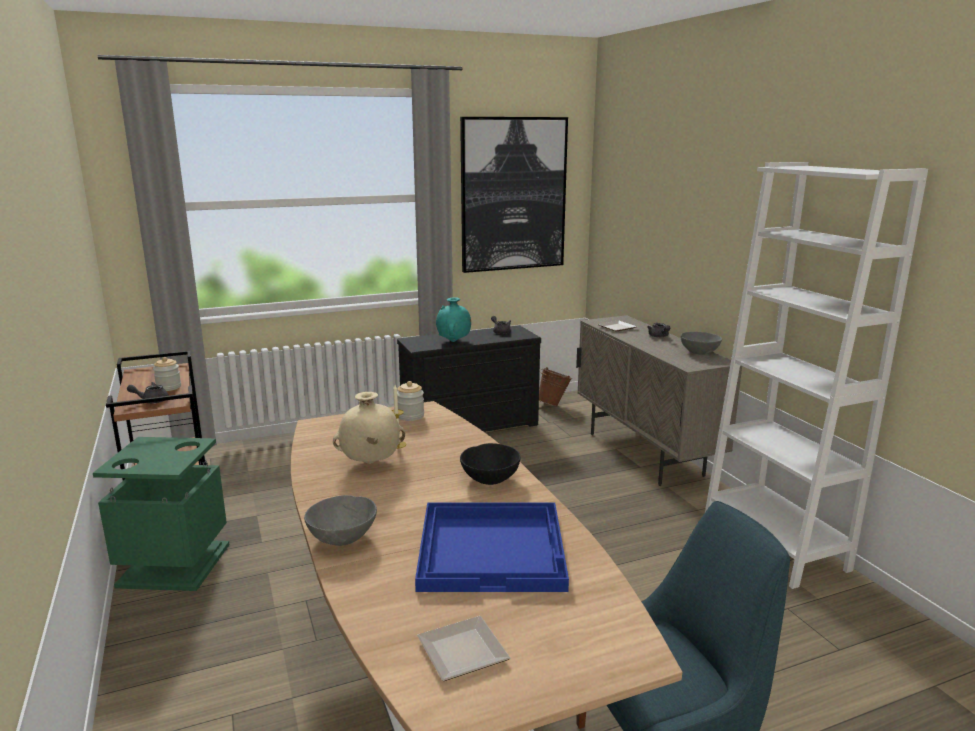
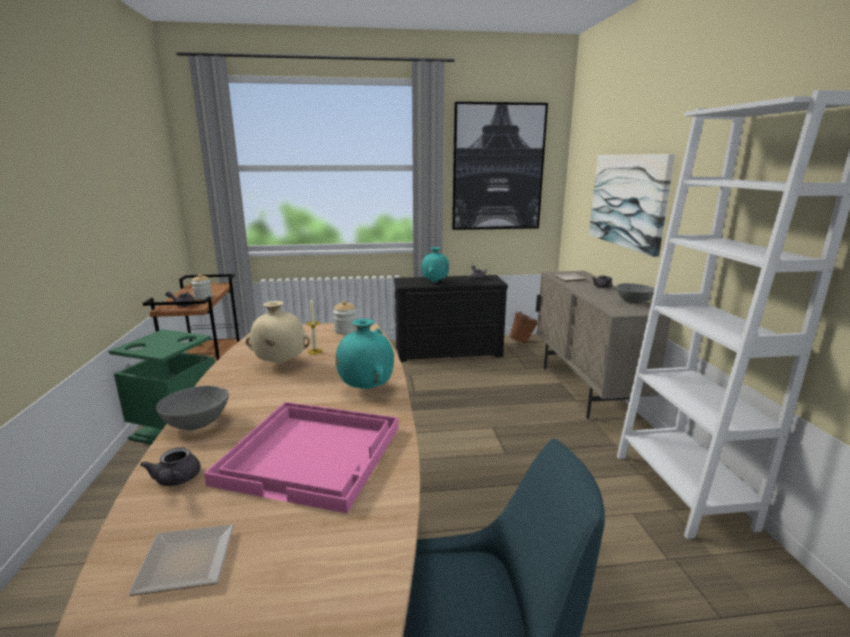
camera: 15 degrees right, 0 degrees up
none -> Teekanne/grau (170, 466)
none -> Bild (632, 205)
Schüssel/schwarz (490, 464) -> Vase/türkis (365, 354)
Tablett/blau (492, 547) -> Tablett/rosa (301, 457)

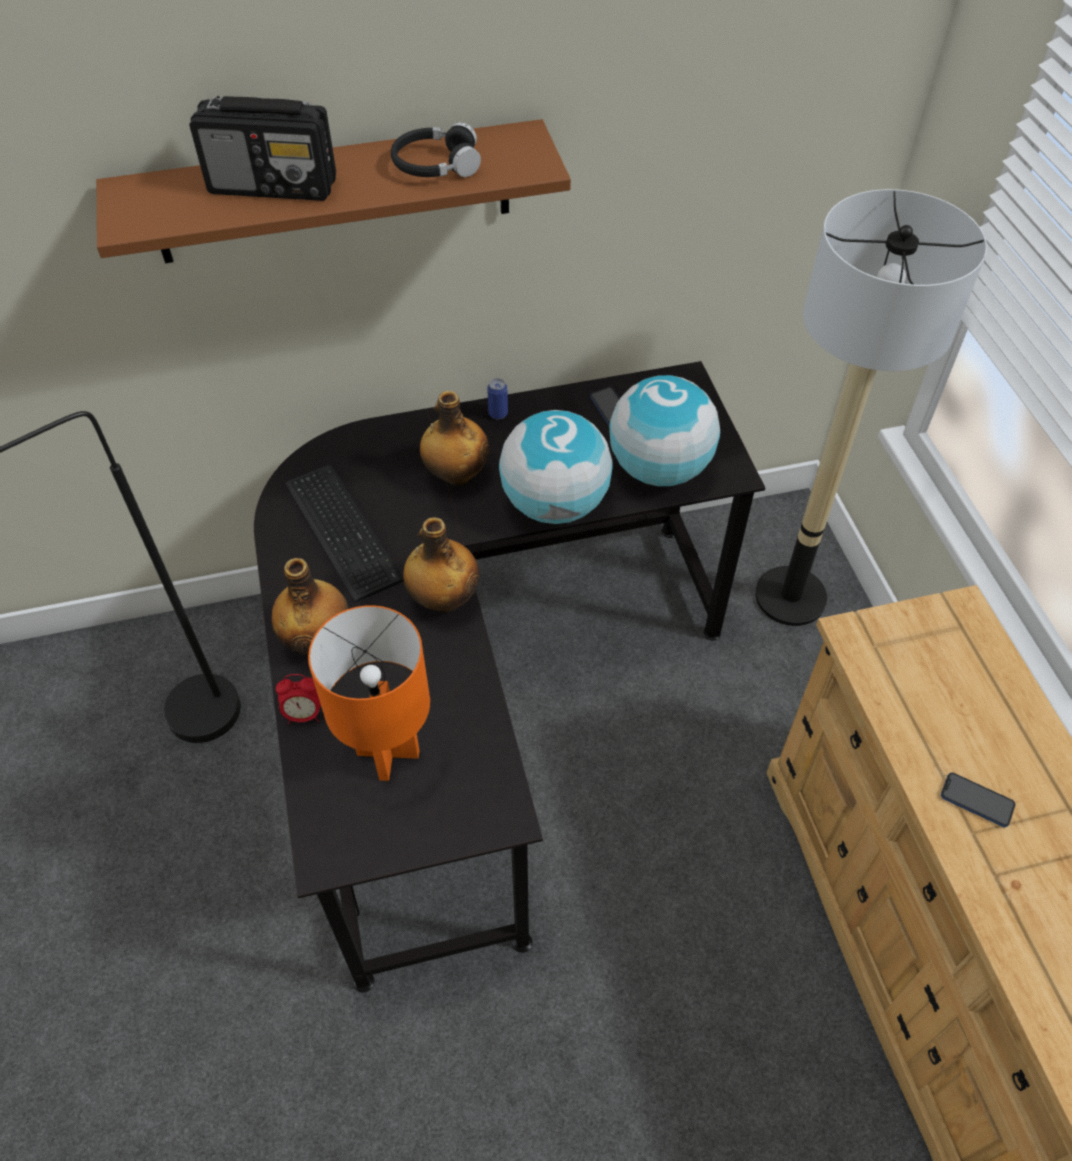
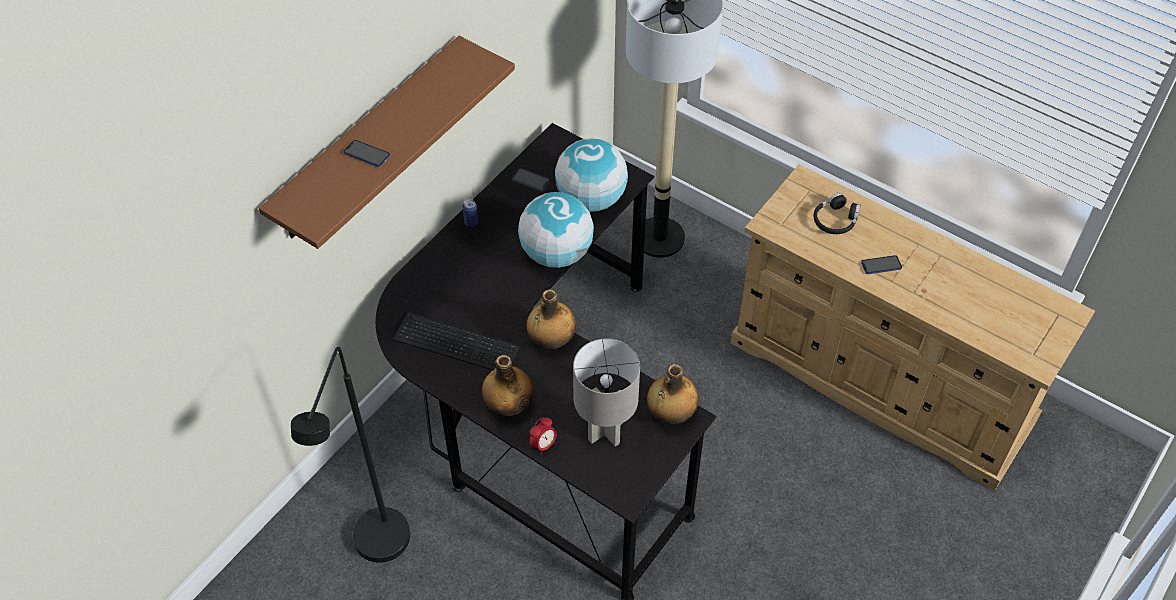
camera: 40 degrees left, 0 degrees up
Kopfhörer/schwarz (436, 149) -> Kopfhörer/schwarz (837, 213), moved
Flasche (455, 438) -> Flasche (673, 394), moved
Radio (263, 148) -> Handy (367, 153)
Tischlampe/orange (369, 693) -> Tischlampe/grau (606, 392)

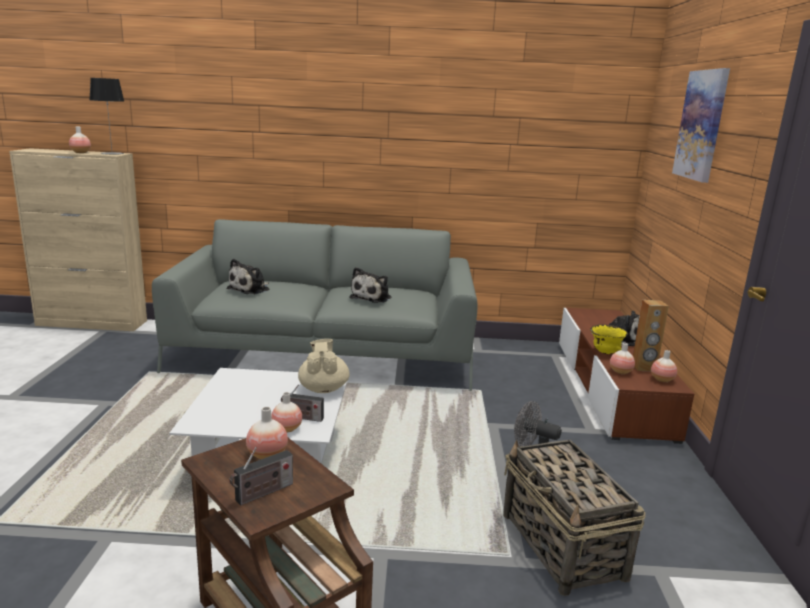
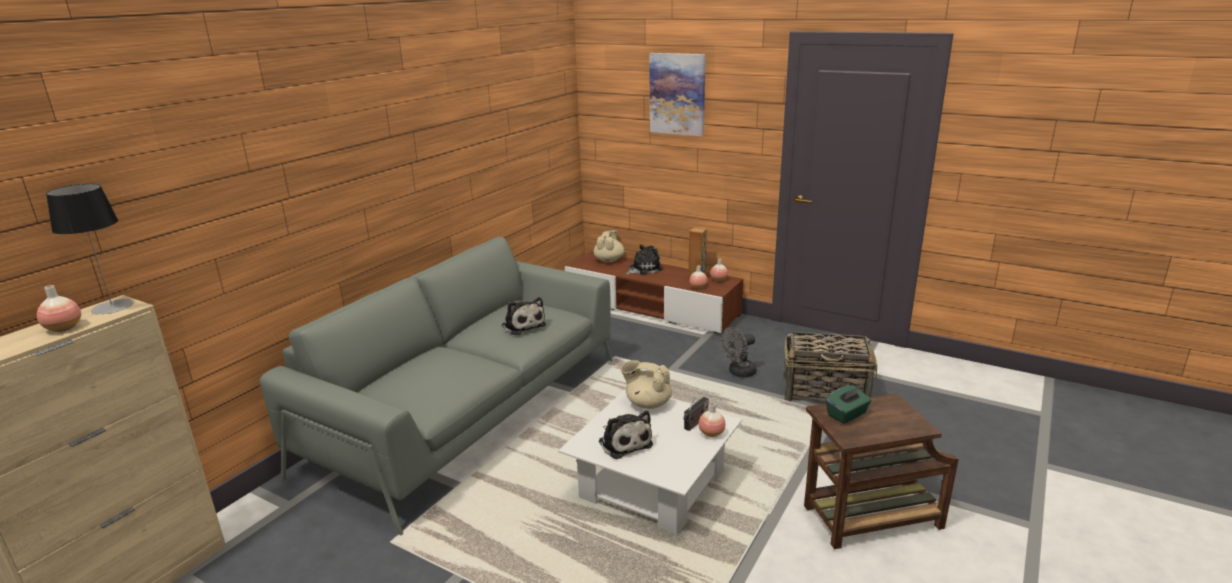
camera: 60 degrees left, 5 degrees up
Radio (261, 476) -> none
Schüssel/gelb (609, 339) -> none
none -> Teekanne/beige (609, 246)
Plüschtier (248, 276) -> Plüschtier (626, 435), moved
Vase (267, 433) -> Taschentuchbox/grün (849, 404)

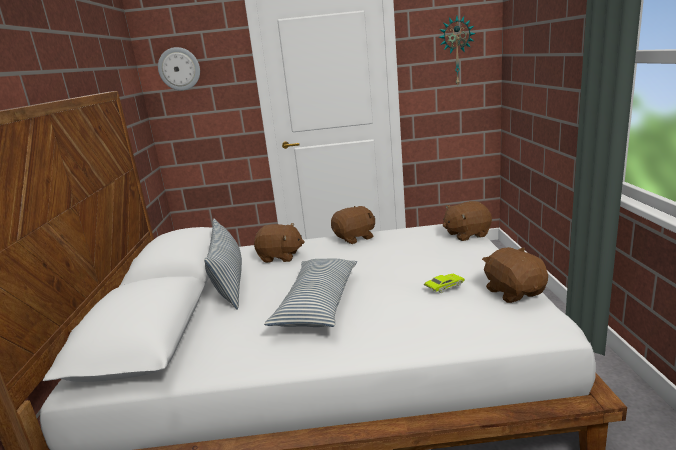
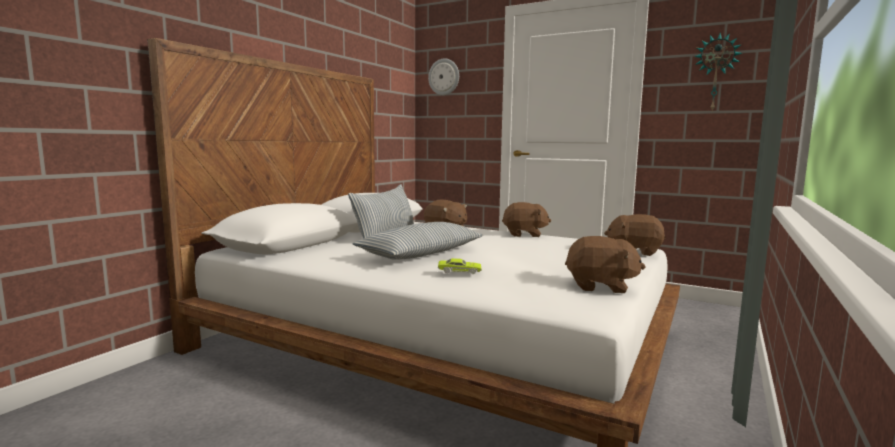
camera: 30 degrees right, 10 degrees down
Spielzeugauto/grün (444, 283) -> Spielzeugauto/grün (460, 266), moved
Plüschtier/braun (515, 275) -> Plüschtier/braun (605, 264), 90 degrees clockwise

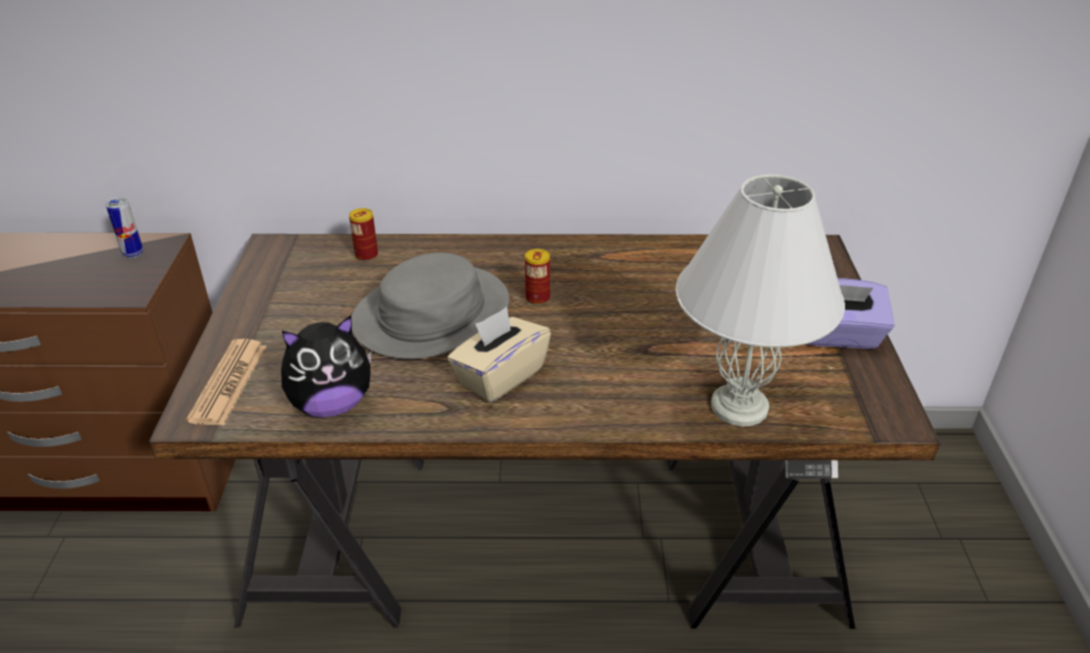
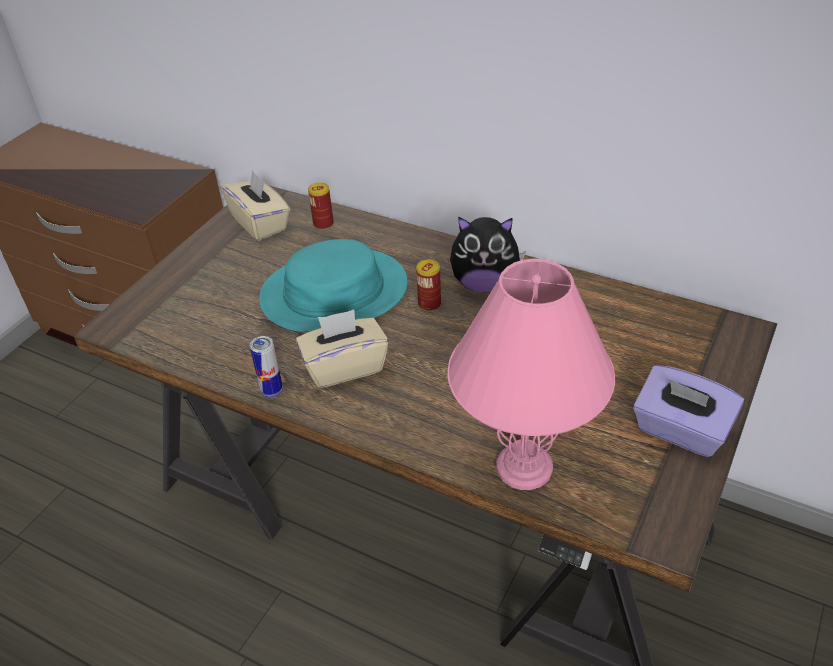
camera: 30 degrees right, 5 degrees up
Zeitung (226, 382) -> none
none -> Taschentuchbox/beige (255, 205)
Dose (124, 227) -> Dose (266, 367), moved
Plüschtier (326, 366) -> Plüschtier (488, 254), moved
Hut/grau (430, 305) -> Hut/türkis (333, 285)
Tischlampe/weiß (760, 300) -> Tischlampe/rosa (531, 374)

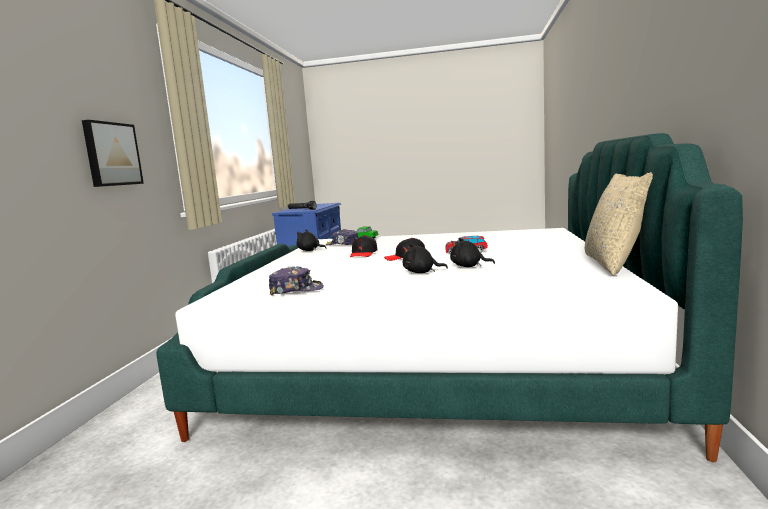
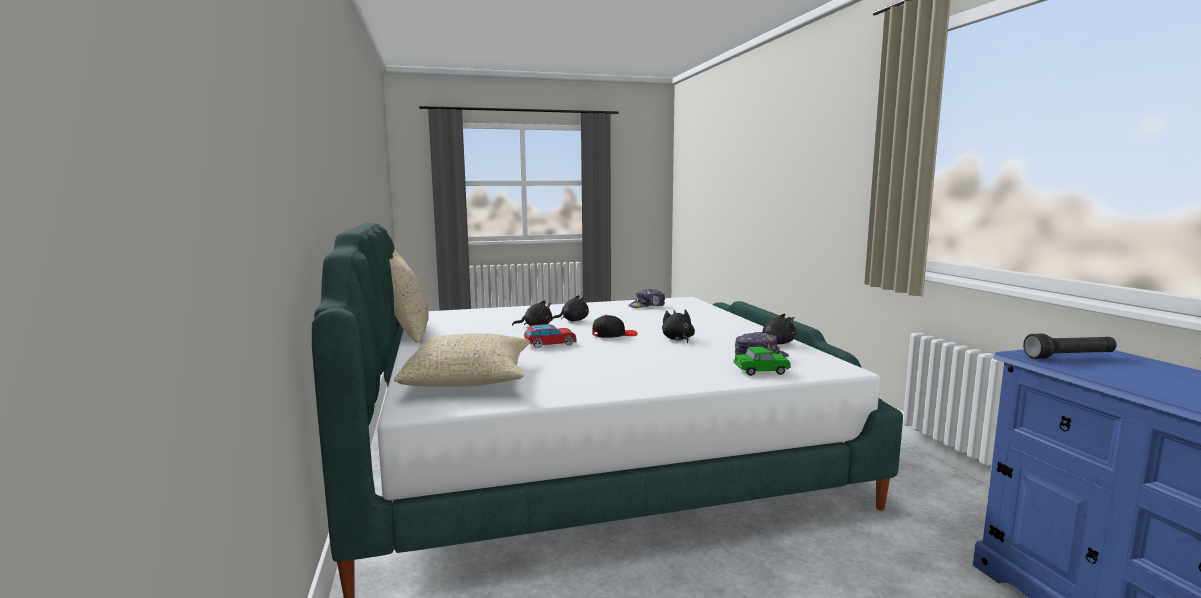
camera: 155 degrees right, 0 degrees up
Bild (113, 153) -> none
none -> Kissen/beige (462, 360)
Kappe/schwarz (363, 246) -> Plüschtier/schwarz (678, 326)

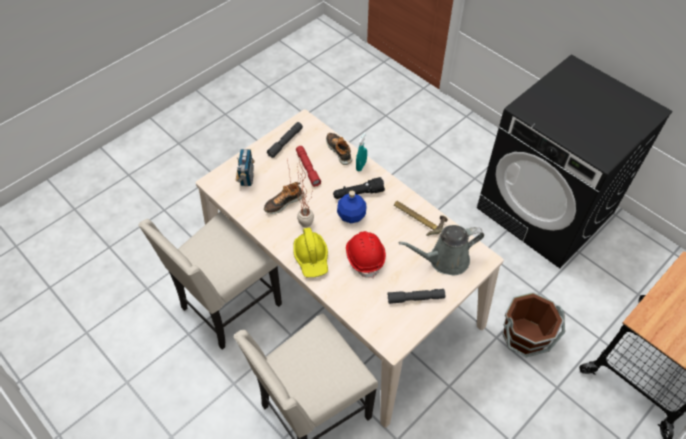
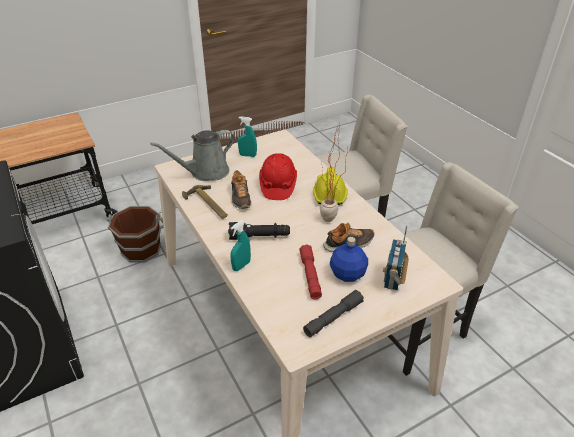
camera: 165 degrees left, 15 degrees down
Schuh (339, 149) -> Schuh (241, 189), moved
Flasche/blau (352, 207) -> Flasche/blau (349, 259), moved
Taschenlampe/grau (416, 296) -> Sprühflasche/türkis (247, 136)
Gießkanne/grau (441, 250) -> Gießkanne/grau (192, 155), 150 degrees clockwise

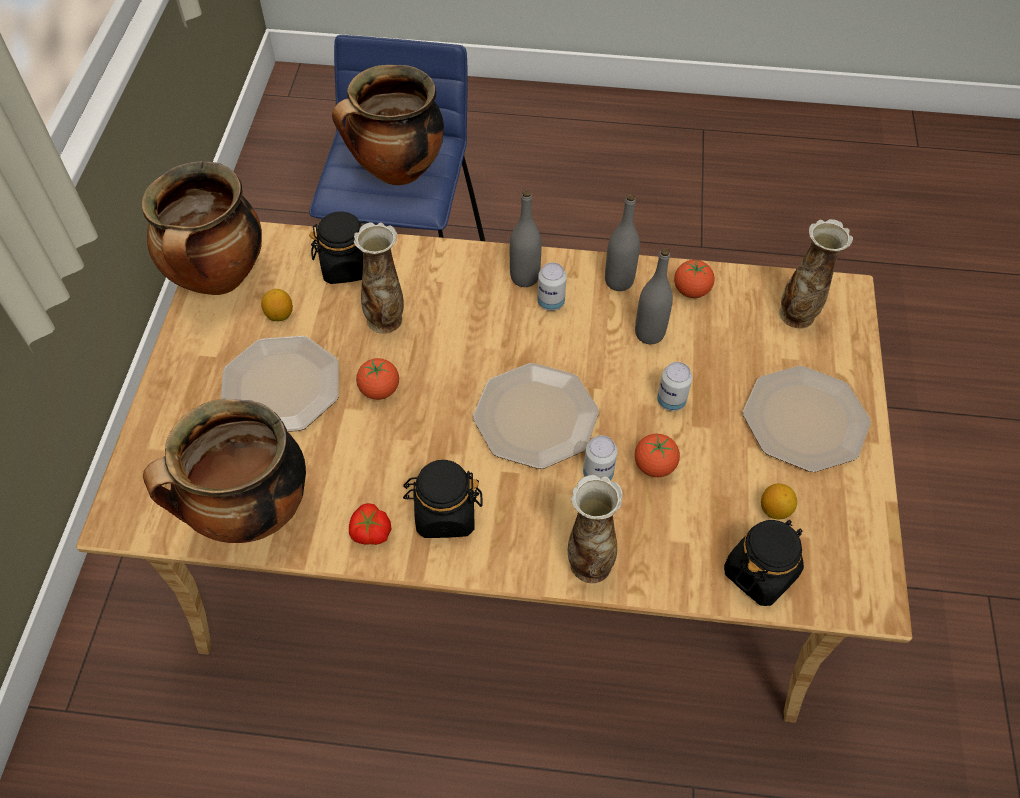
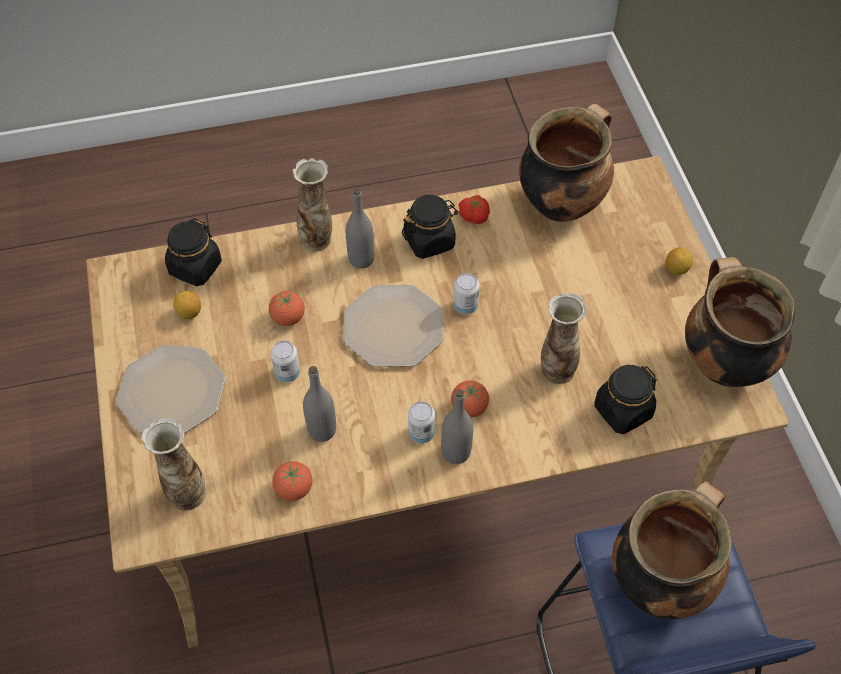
camera: 160 degrees right, 0 degrees up
Teller (280, 384) -> none
Zitrone (277, 305) -> Zitrone (679, 261), moved
Tomate (377, 379) -> Tomate (470, 398), moved
Dose (600, 458) -> Dose (466, 294), moved
Flasche/grau (622, 242) -> Flasche/grau (360, 228), moved

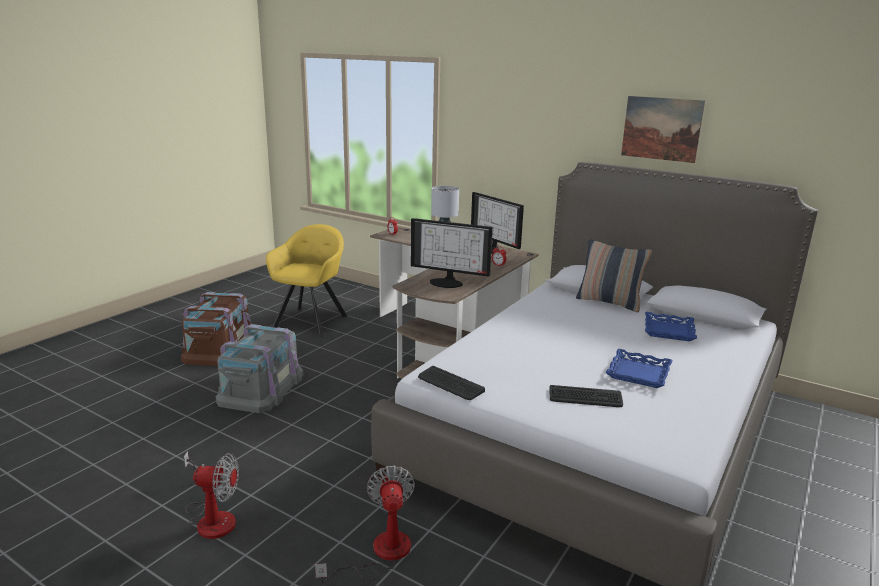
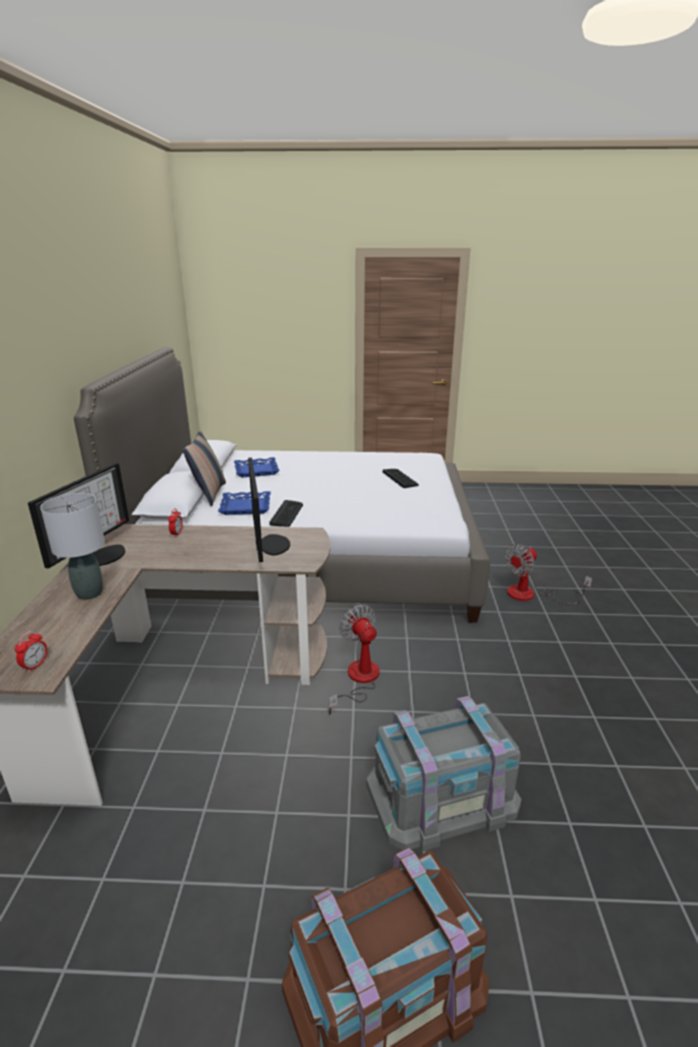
camera: 120 degrees left, 5 degrees up
Sessel/gelb (306, 280) -> none
Bild (663, 129) -> none
Ventilator (211, 495) -> Ventilator (353, 660), moved
Tastatur (451, 383) -> Tastatur (286, 513), moved
Tablett/blau (639, 368) -> Tablett/blau (244, 503), moved

